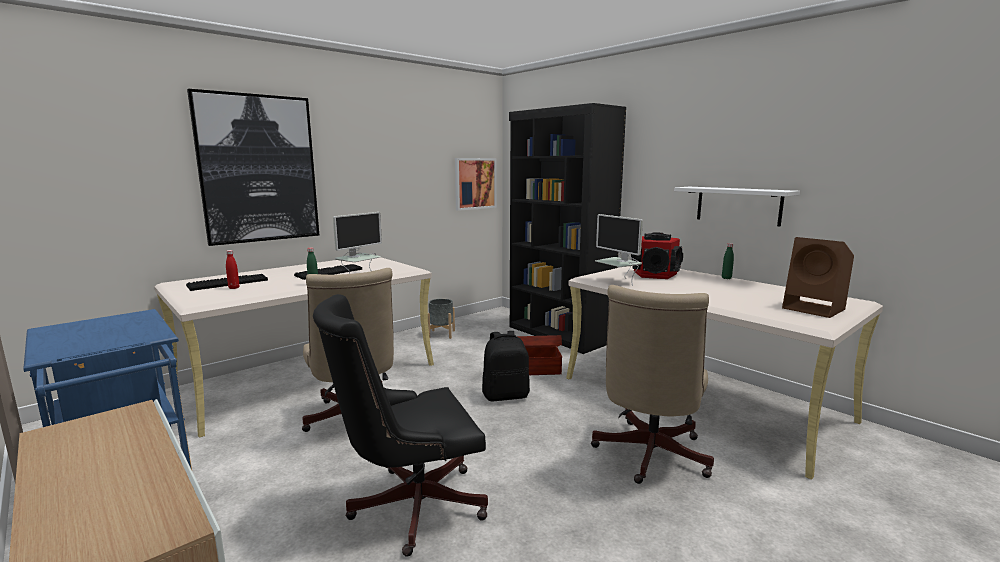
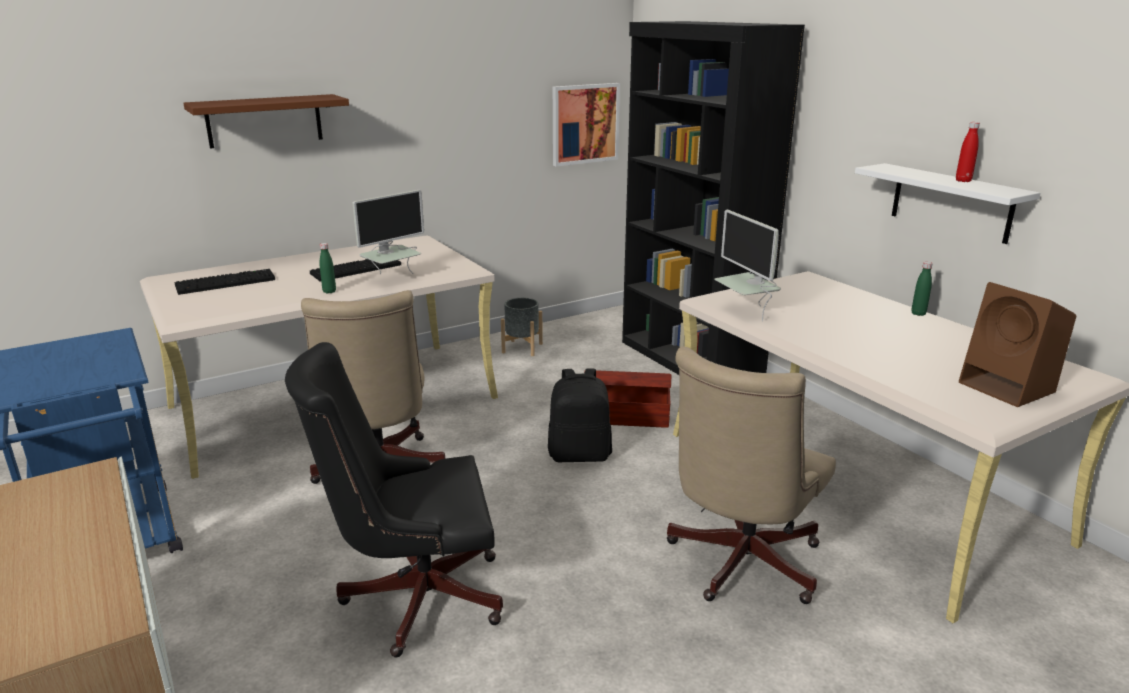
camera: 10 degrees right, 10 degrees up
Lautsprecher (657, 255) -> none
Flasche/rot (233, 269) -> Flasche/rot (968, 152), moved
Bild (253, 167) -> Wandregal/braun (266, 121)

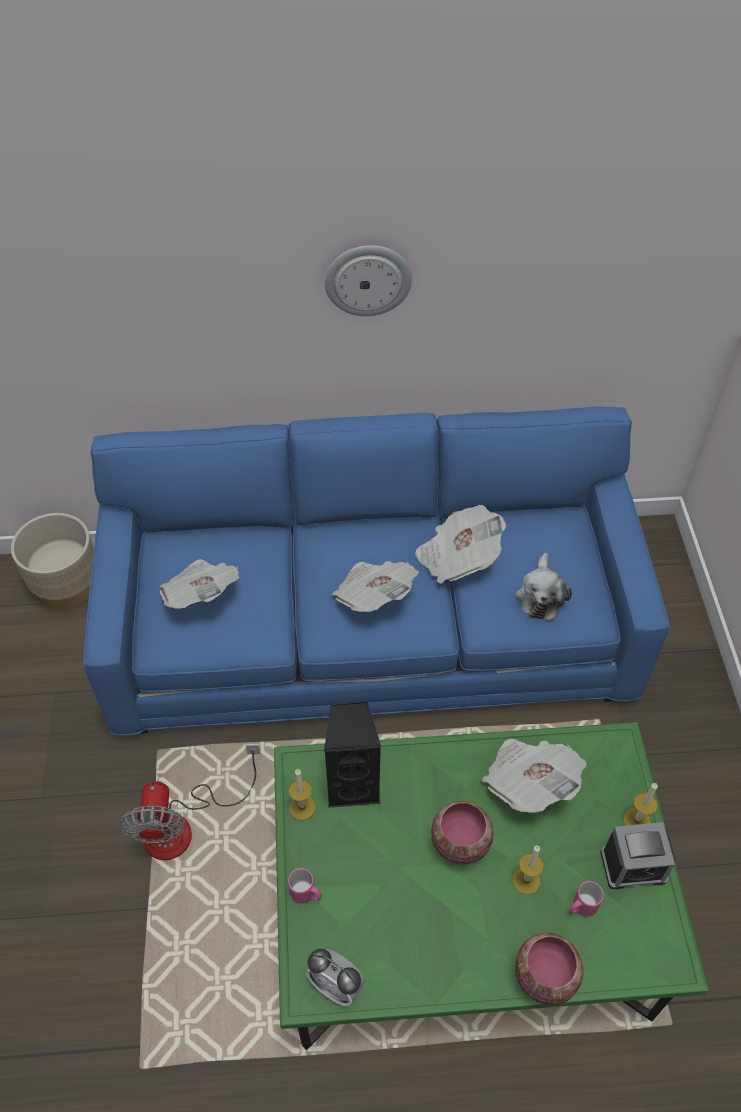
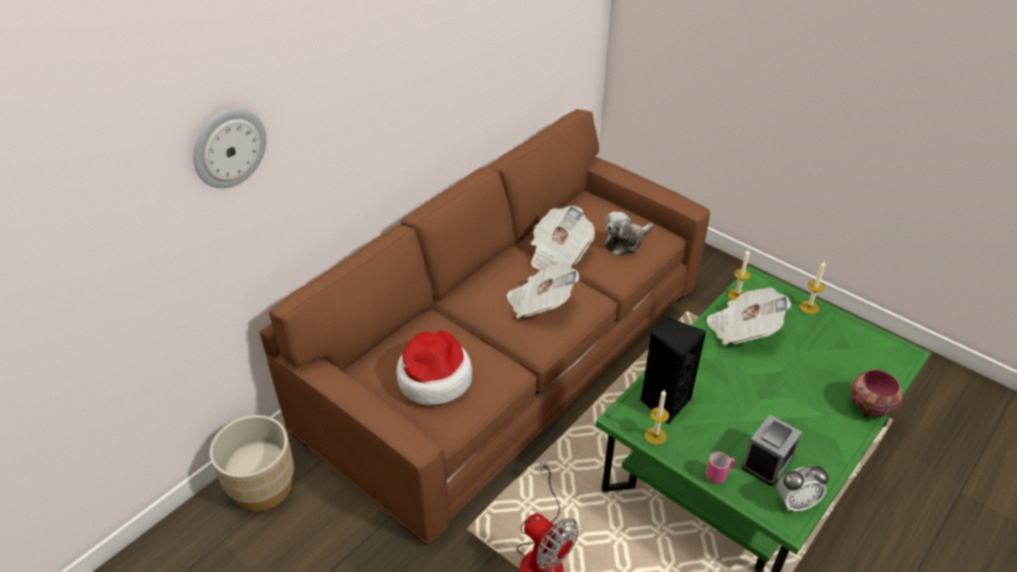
camera: 45 degrees left, 10 degrees down
Schüssel (462, 832) -> none
Henkelbecher/rosa (586, 899) -> none
Wanduhr (368, 280) -> Wanduhr (230, 148), moved
Kerze (528, 870) -> Kerze (739, 274), moved
Wecker (638, 855) -> Wecker (772, 450), moved
Zeitung (199, 584) -> Hut (434, 367)
Sofa/blau (376, 571) -> Sofa/braun (484, 327)
Plüschtier (543, 586) -> Plüschtier (629, 233), 90 degrees clockwise

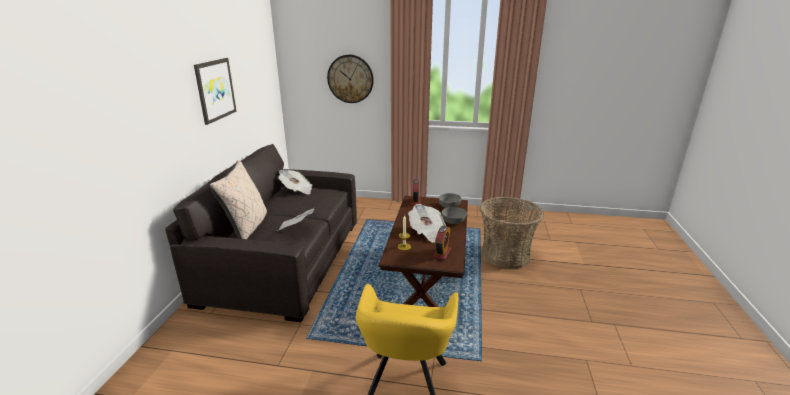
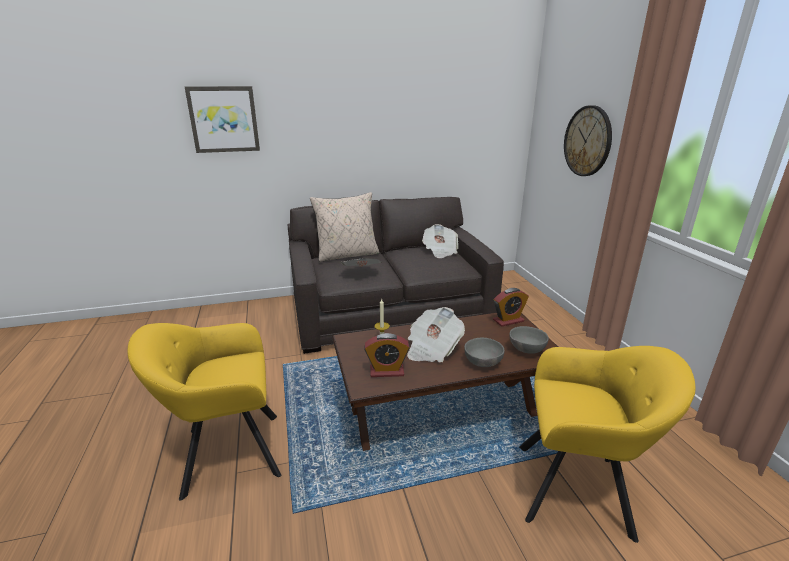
camera: 65 degrees right, 0 degrees up
Bild (215, 91) -> Bild (222, 119), moved
Korb (511, 233) -> Sessel/gelb (607, 444)

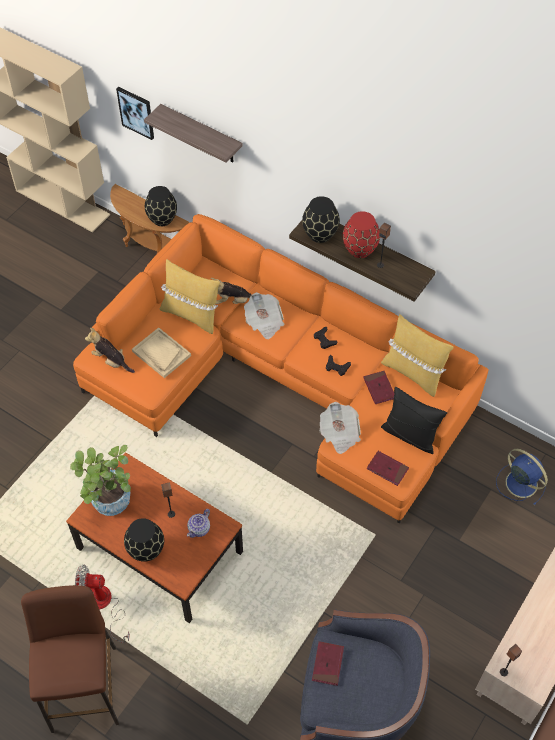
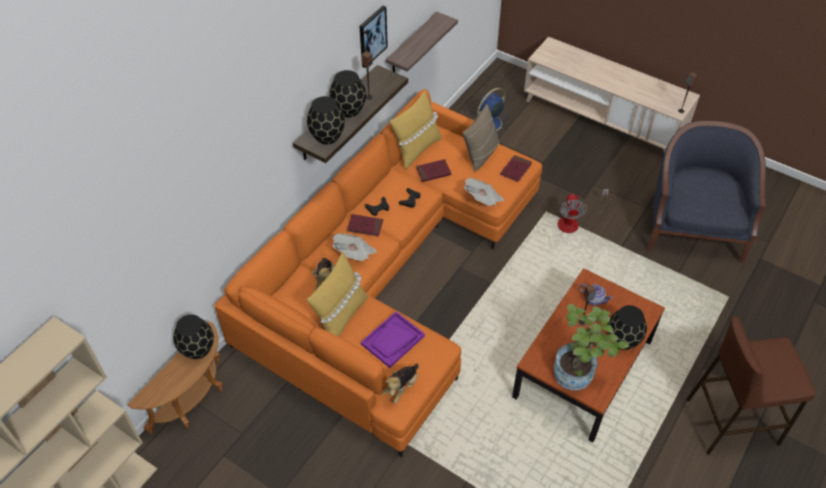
camera: 90 degrees left, 5 degrees down
Ventilator (102, 603) -> Ventilator (583, 211), moved
Bild (135, 113) -> Bild (373, 37), moved
Wandregal (193, 133) -> Wandregal (422, 42), moved
Buch/rot (328, 663) -> Buch/rot (365, 225), moved
Tablett/beige (161, 353) -> Tablett/lila (393, 340)
Vase/rot (361, 234) -> Vase/schwarz (347, 94)
Kissen/schwarz (414, 420) -> Kissen/beige (481, 138)

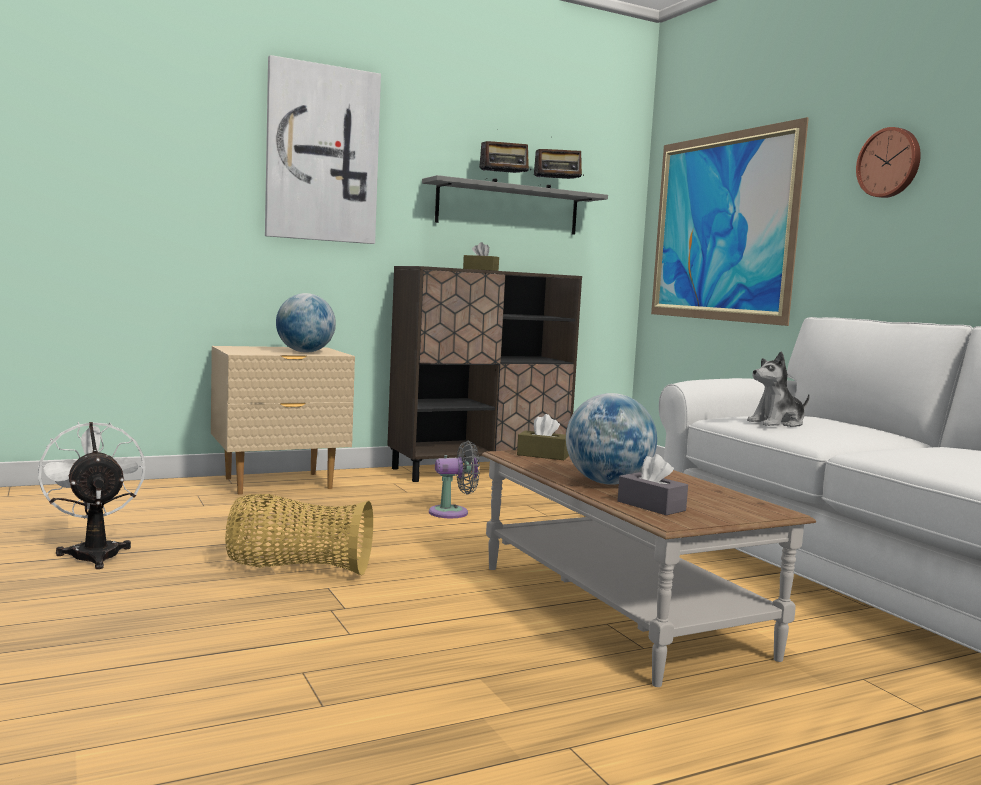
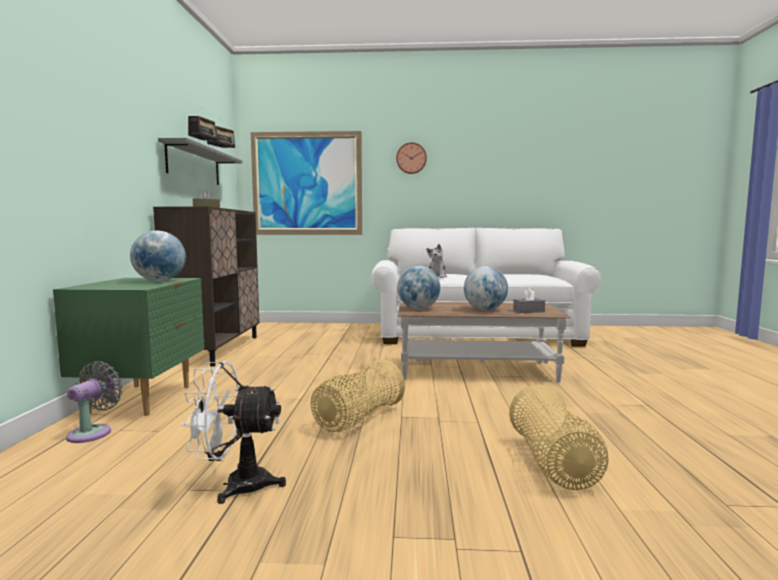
camera: 60 degrees left, 0 degrees up
Bild (323, 149) -> none
none -> Korb (559, 437)
Ventilator/grau (454, 479) -> Ventilator/grau (94, 402), moved
Taschentuchbox/braun (543, 437) -> Globus (418, 287)
Nachttisch/beige (283, 420) -> Nachttisch/grün (128, 347)

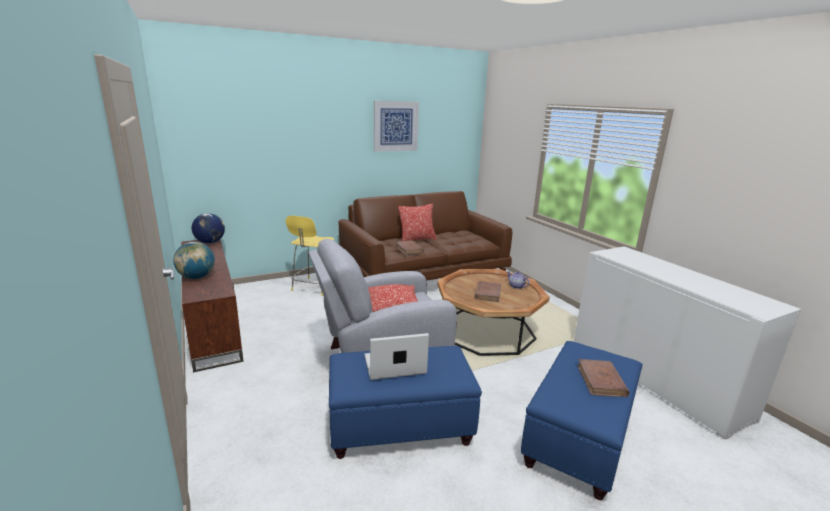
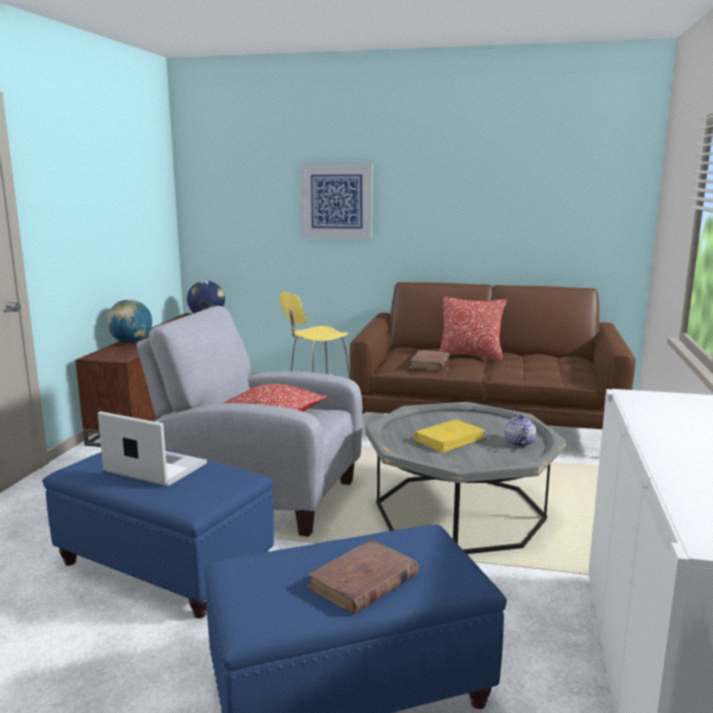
camera: 40 degrees right, 5 degrees down
Bild (396, 126) -> Bild (337, 201), moved
Couchtisch/braun (493, 312) -> Couchtisch/grau (465, 478)
Buch/braun (487, 291) -> Buch/gelb (450, 436)

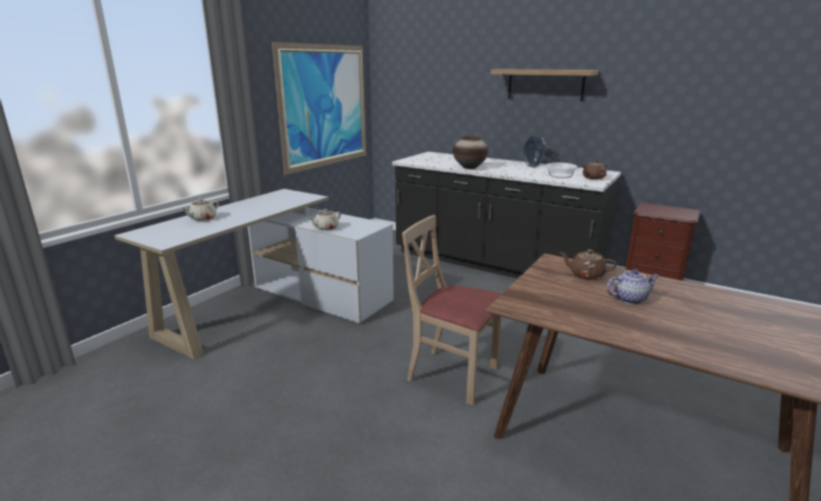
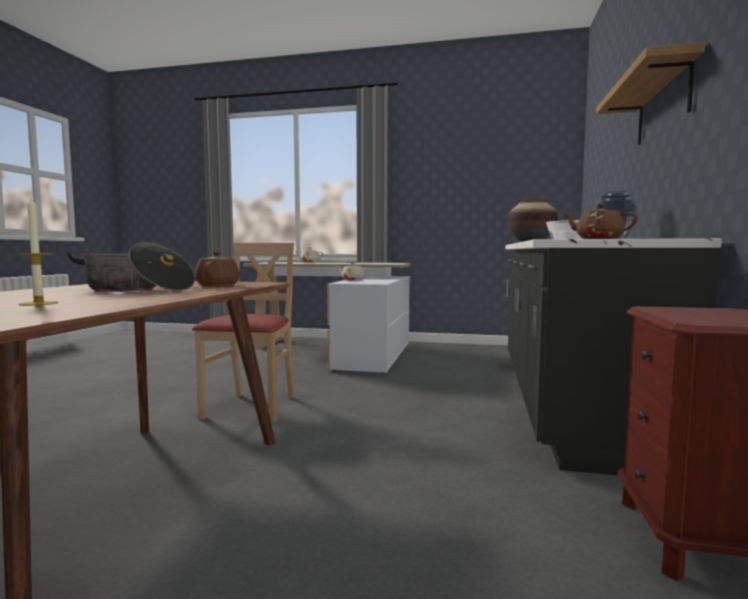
camera: 70 degrees right, 15 degrees down
Bild (319, 108) -> none
none -> Kerze (38, 251)
Teekanne (632, 286) -> Kochtopf (130, 267)

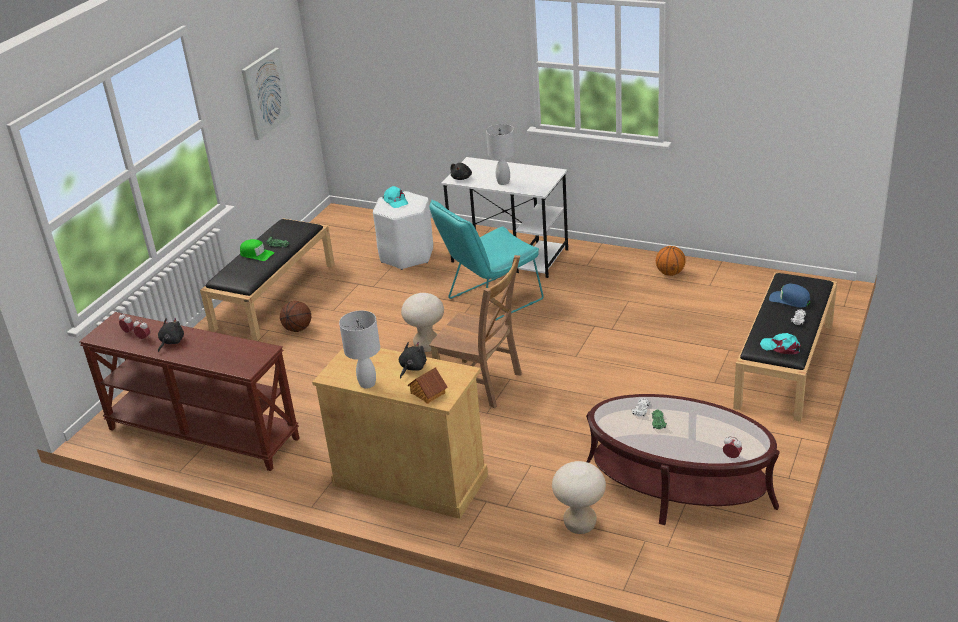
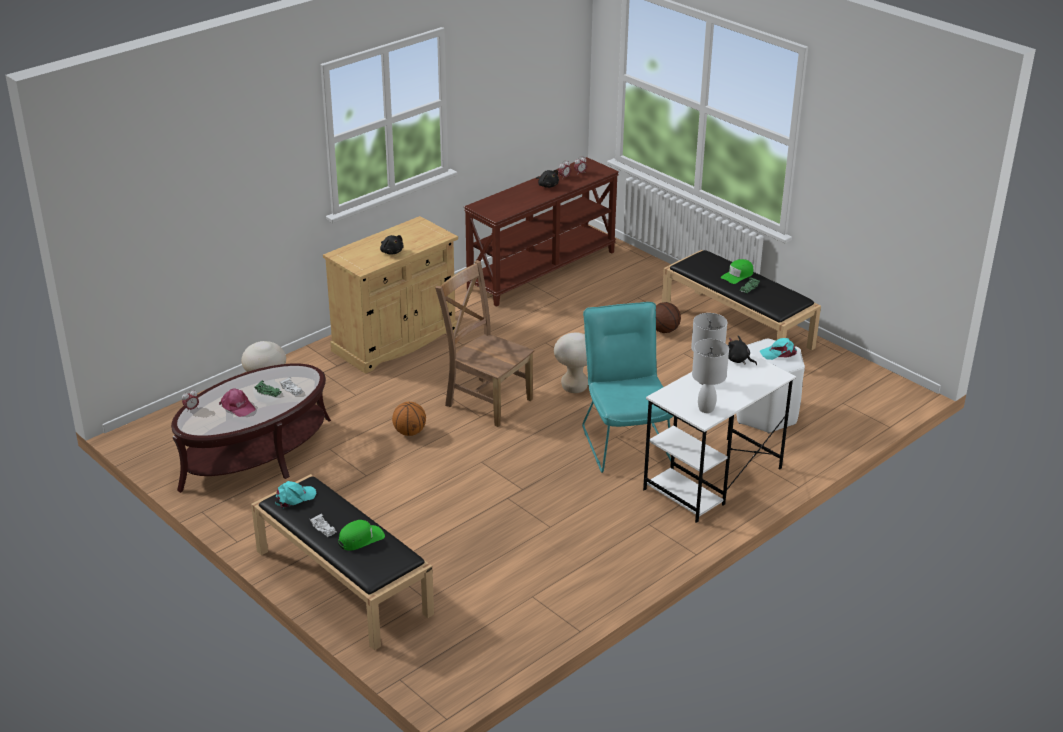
camera: 110 degrees right, 0 degrees up
Bild (266, 94) -> none
Spielzeughaus (427, 385) -> none
none -> Kappe/rosa (237, 402)
Tischlampe/weiß (359, 350) -> Tischlampe/weiß (710, 376), moved
Basketball (671, 261) -> Basketball (409, 419), moved
Kappe/blau (790, 295) -> Kappe/grün (361, 535)
Stuhl/braun (475, 331) -> Stuhl/braun (484, 343), 75 degrees clockwise

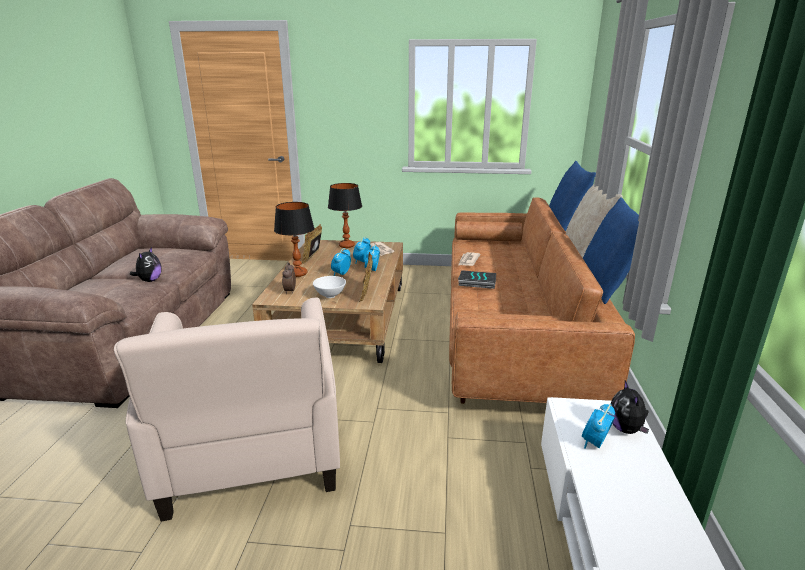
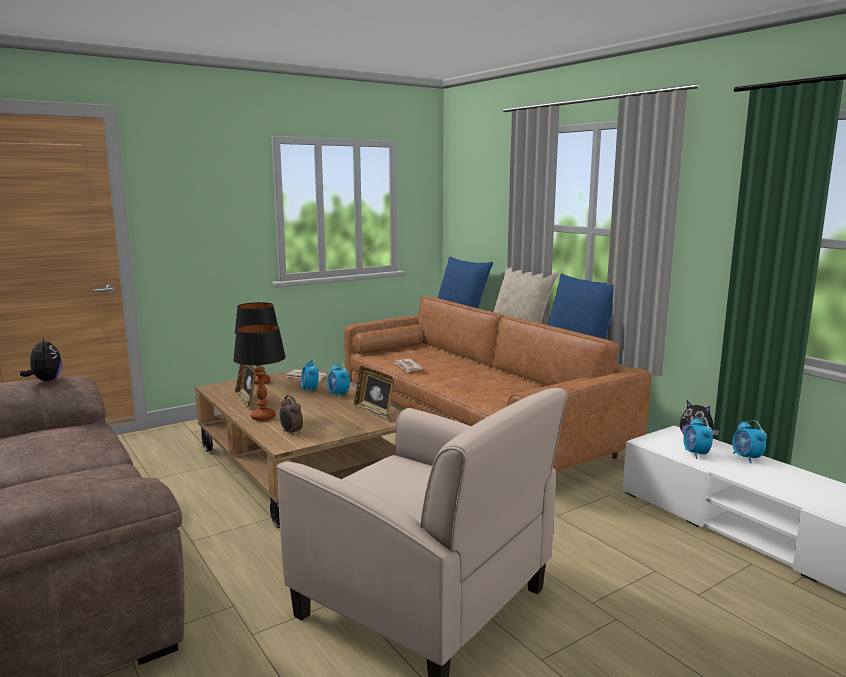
camera: 40 degrees left, 10 degrees down
Schüssel/weiß (329, 287) -> none
Buch (477, 279) -> none
Plüschtier (146, 264) -> Plüschtier (41, 359), moved
Wecker (341, 262) -> Wecker (749, 441), moved

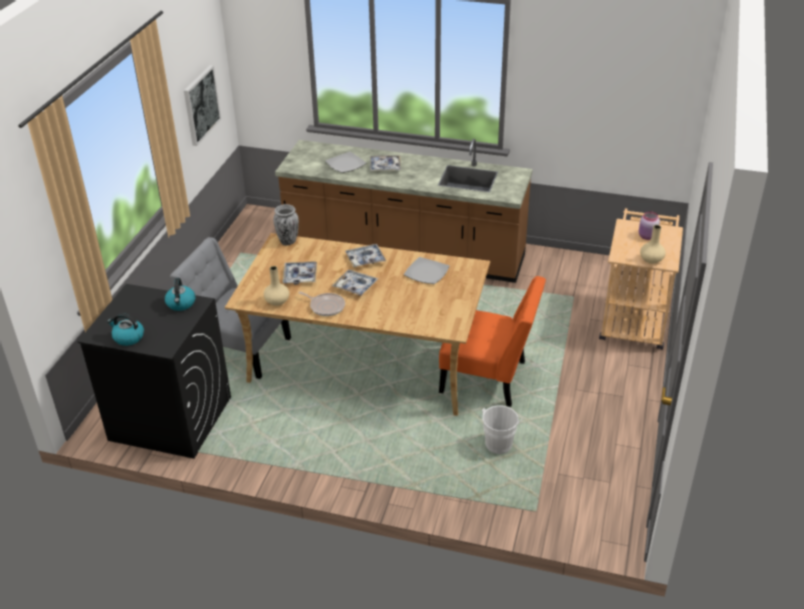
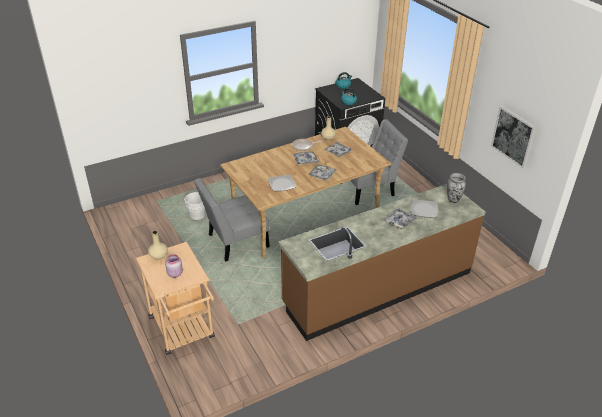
camera: 135 degrees right, 0 degrees up
Vase (286, 224) -> Vase (456, 188), moved
Stuhl/orange (492, 341) -> Stuhl/grau (232, 220)

